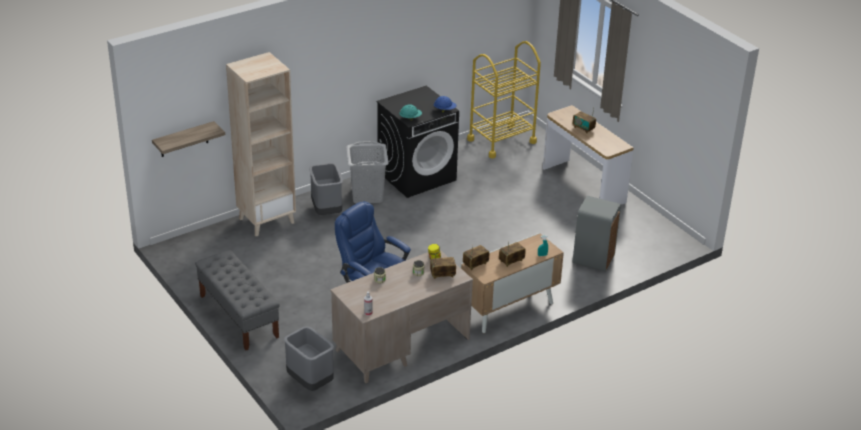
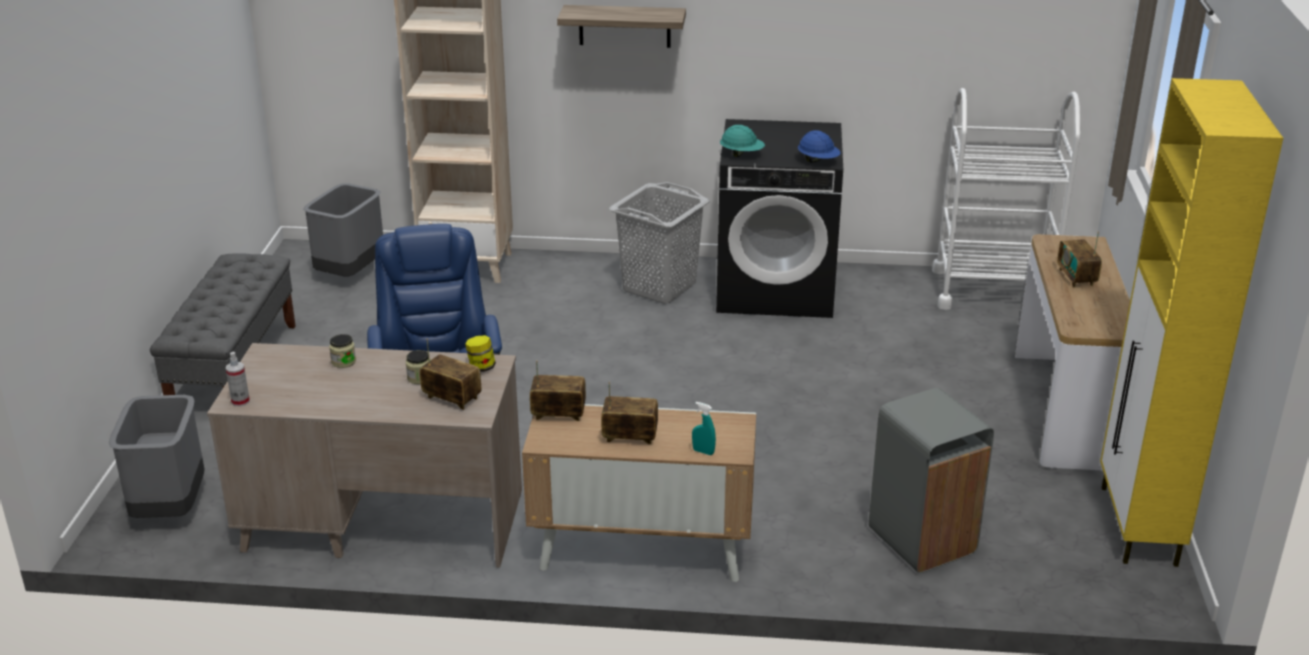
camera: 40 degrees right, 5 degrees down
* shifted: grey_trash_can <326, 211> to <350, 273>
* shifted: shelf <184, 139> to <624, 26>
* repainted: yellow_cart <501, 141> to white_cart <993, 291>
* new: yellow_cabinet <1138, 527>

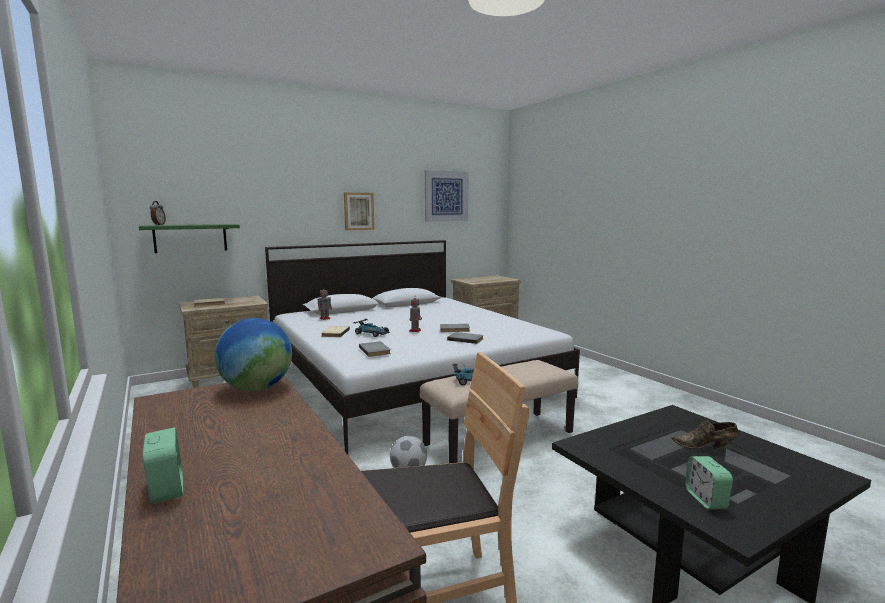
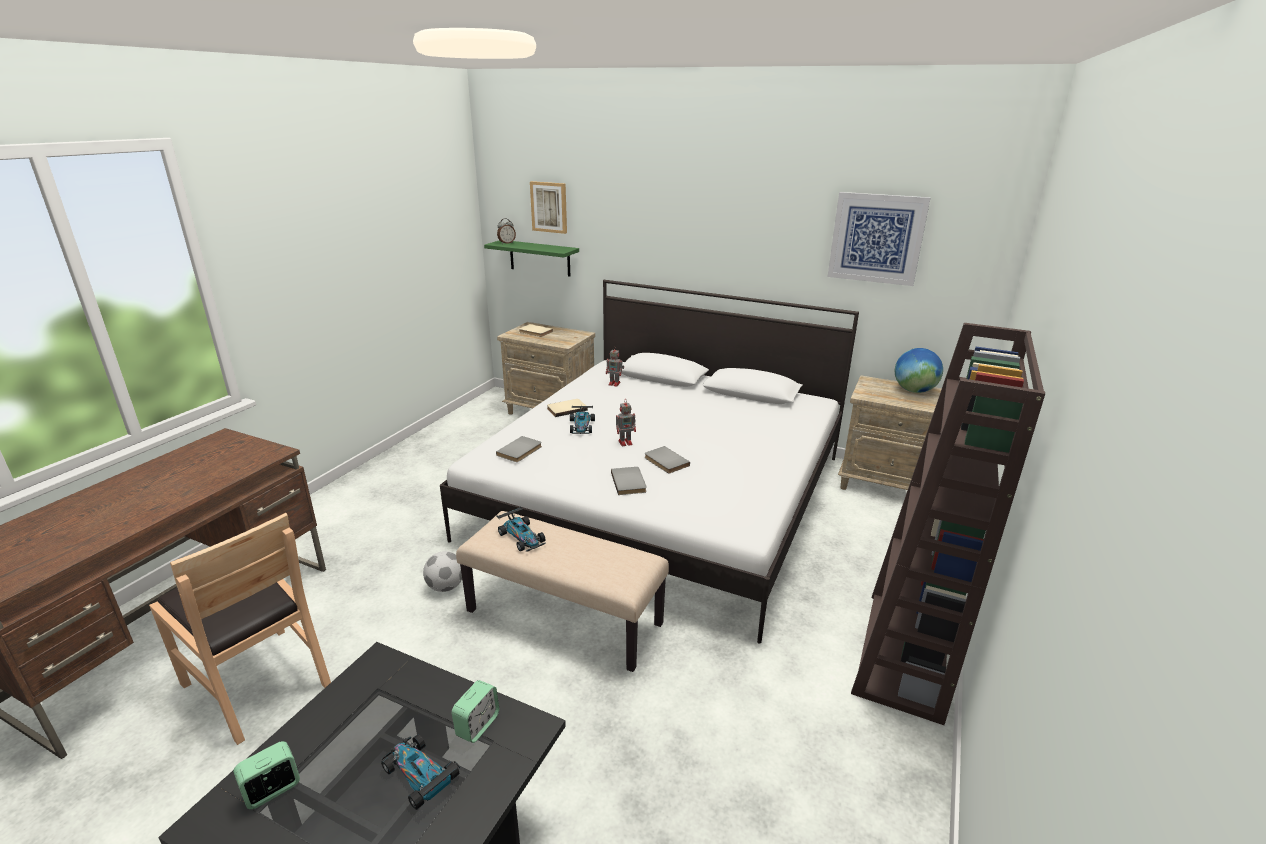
camera: 55 degrees right, 15 degrees up
* swapped: brown_shoe <706, 447> to toy_car <420, 775>
* shifted: alarm_clock <166, 489> to <477, 725>
* shifted: picture <358, 211> to <549, 207>
* new: brown_bookcase <905, 654>
* shifted: globe <257, 388> to <914, 391>

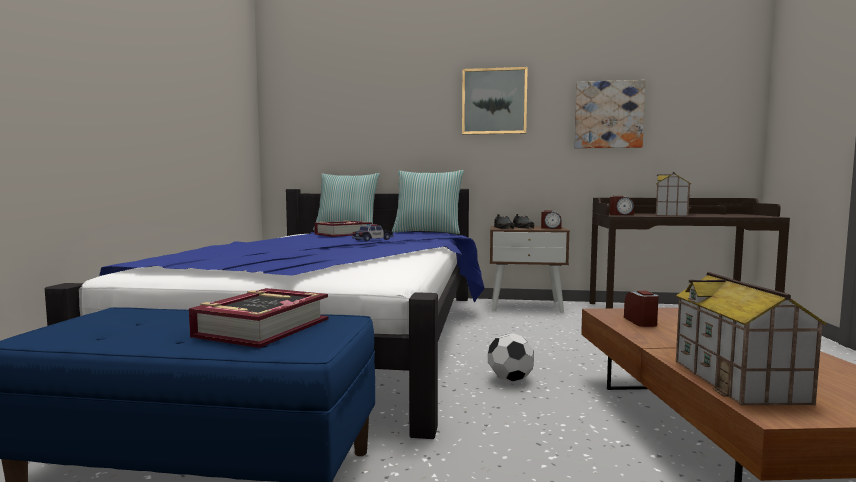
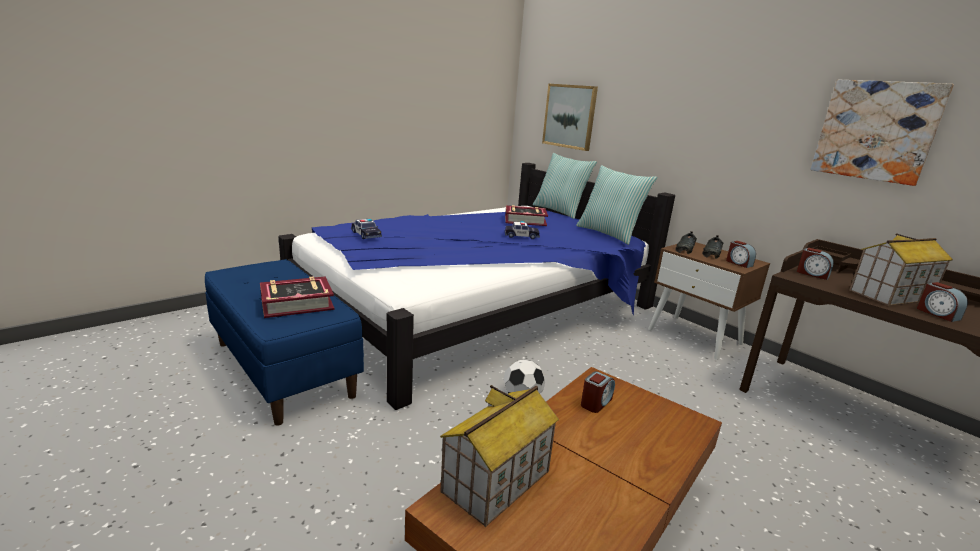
camera: 40 degrees right, 15 degrees up
* new: toy_car <366, 234>
* shifted: picture <494, 101> to <569, 116>
* new: alarm_clock <937, 314>

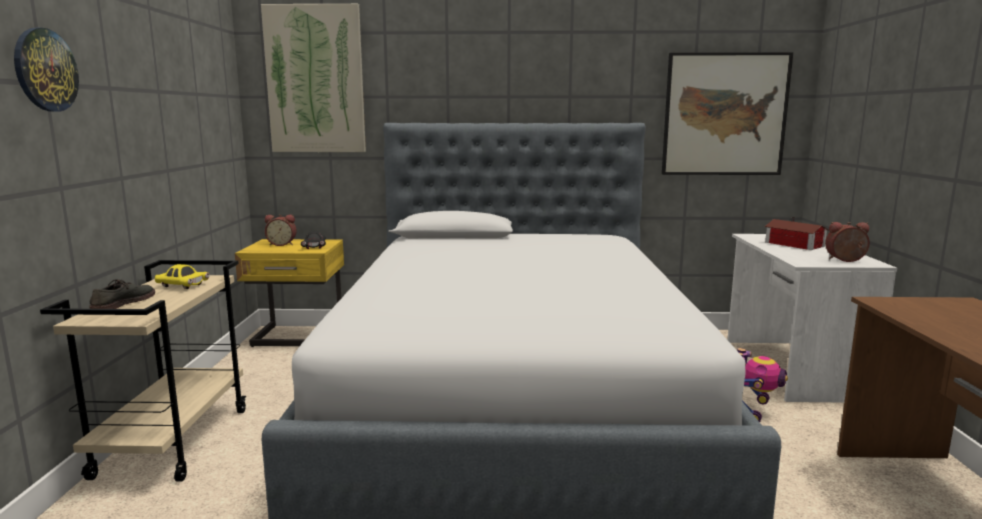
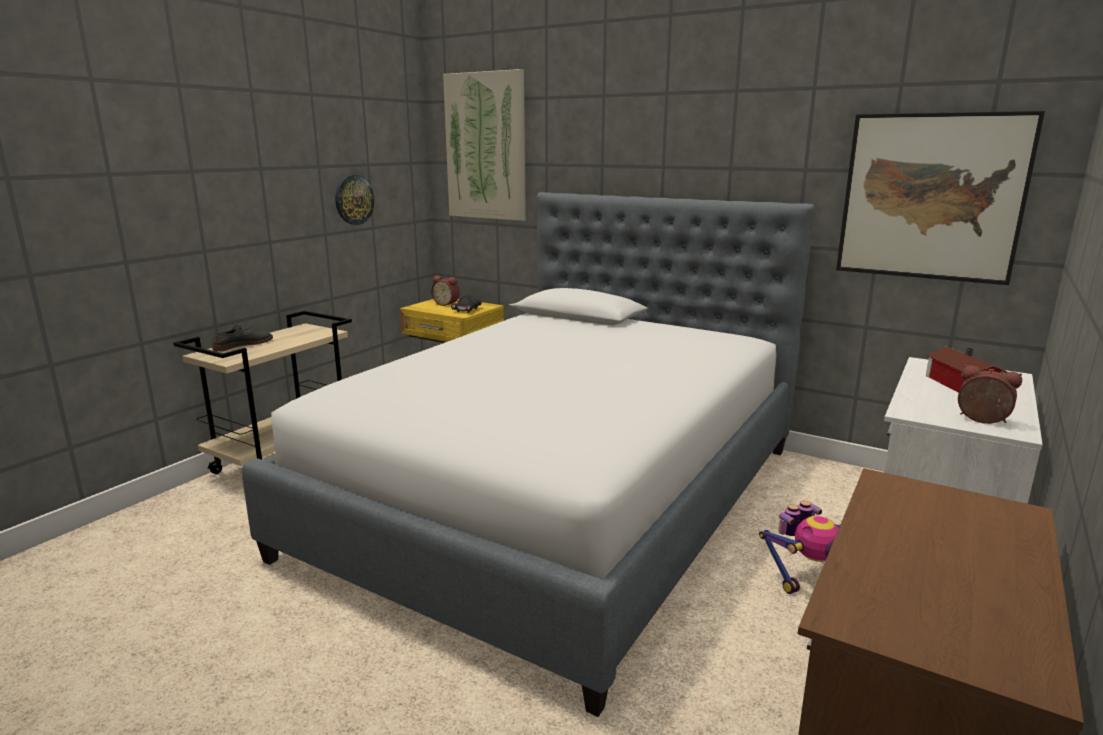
camera: 30 degrees right, 5 degrees up
* shifted: wall_clock <45, 70> to <354, 200>
* gone: yellow_toy_car <182, 286>

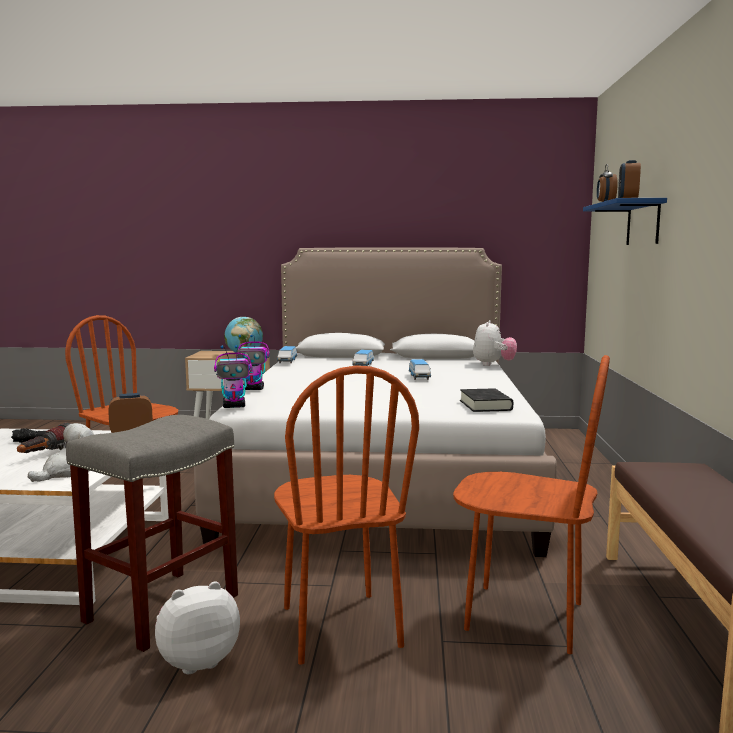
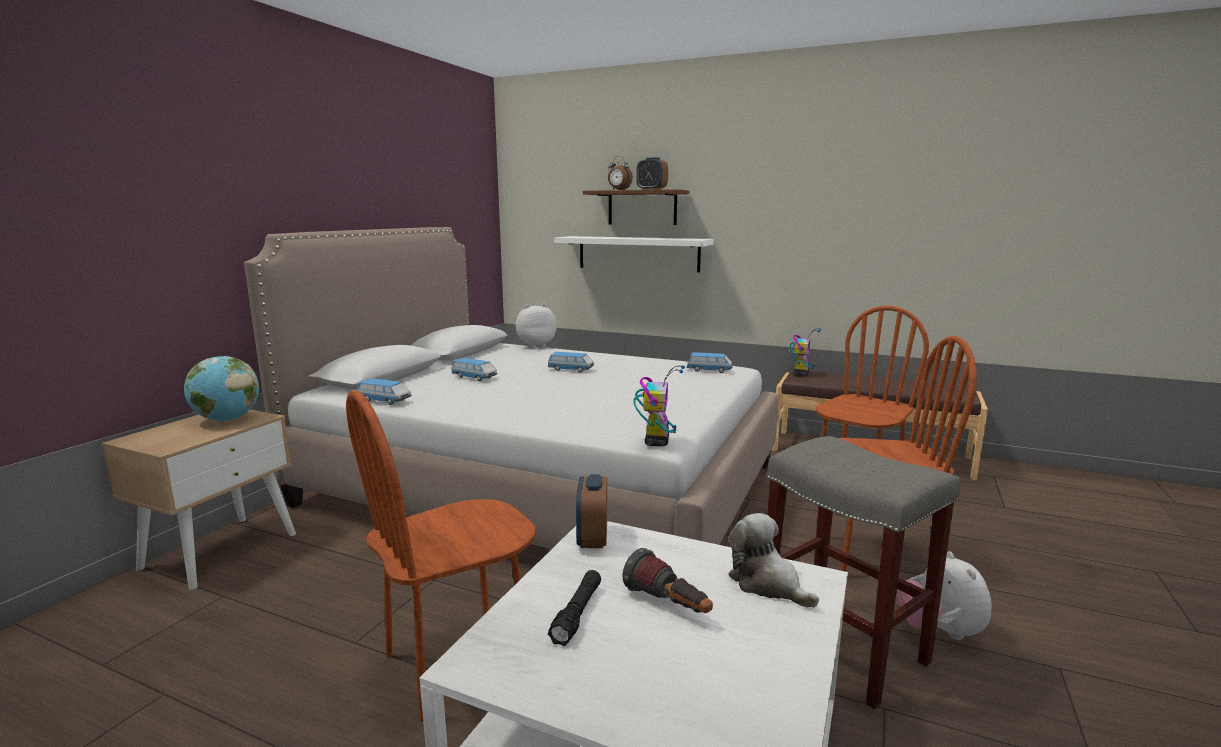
camera: 70 degrees left, 5 degrees up
* rotated: plush_toy <493, 364> = <535, 346> 60 degrees counterclockwise
* new: white_shelf <638, 253>
* repainted: blue_shelf <643, 223> to brown_shelf <642, 207>
* swapped: black_book <485, 405> to toy_car <709, 370>
* shifted: toy_robot <253, 389> to <801, 374>

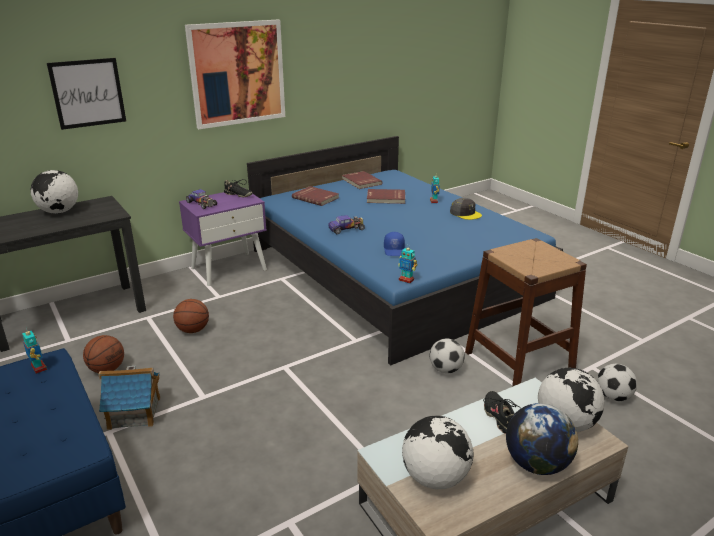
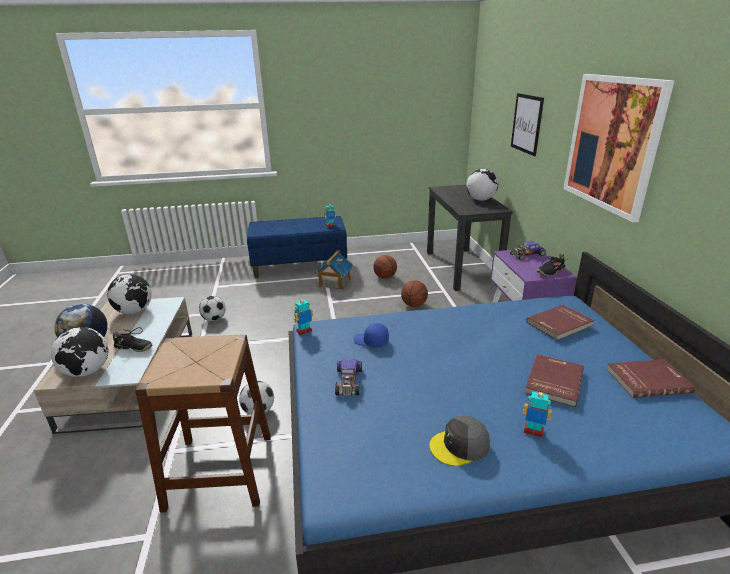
camera: 115 degrees right, 0 degrees up
* shifted: football <613, 397> to <214, 319>
* shifted: toy_car <346, 229> to <348, 381>

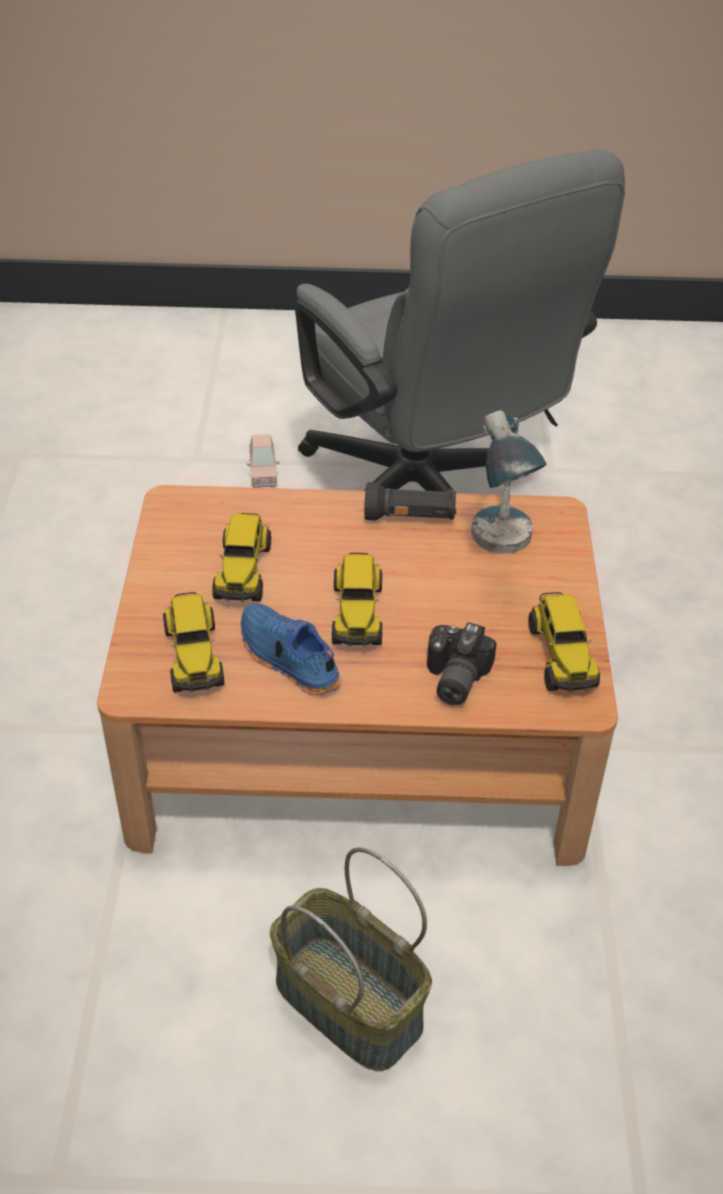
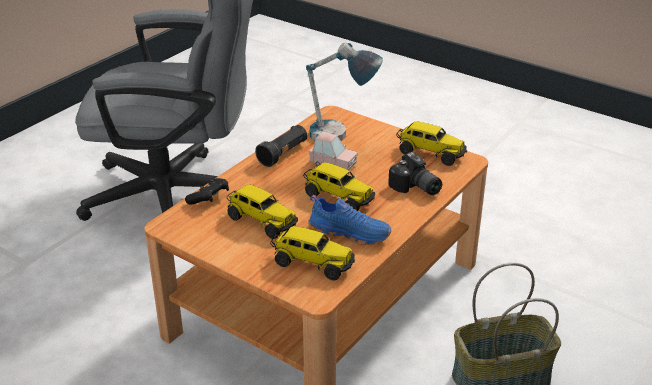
camera: 55 degrees left, 10 degrees down
* new: black_game_controller <209, 199>
* rotated: blue_shoe <287, 660> = <350, 233> 150 degrees counterclockwise
* shifted: pink_toy_car <263, 474> to <333, 164>

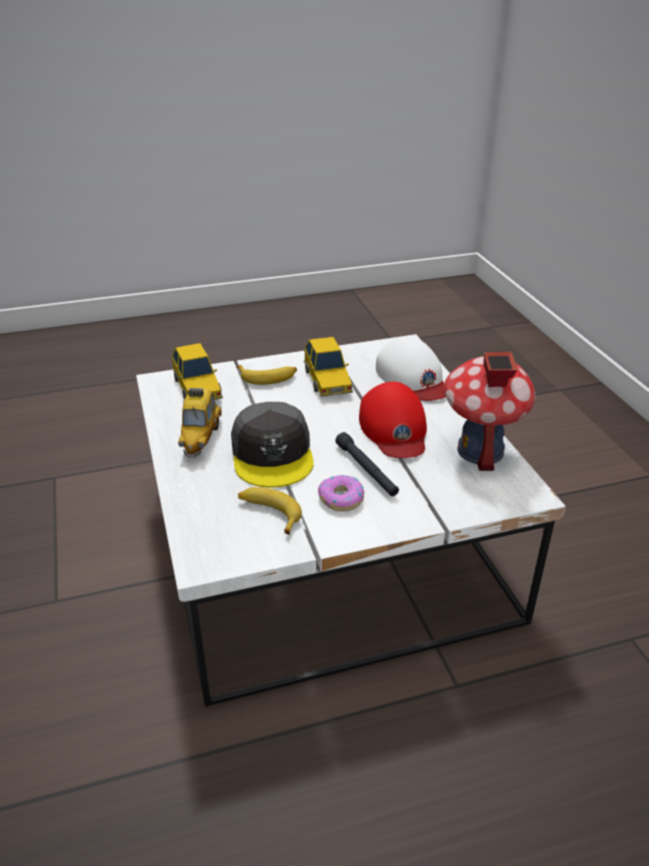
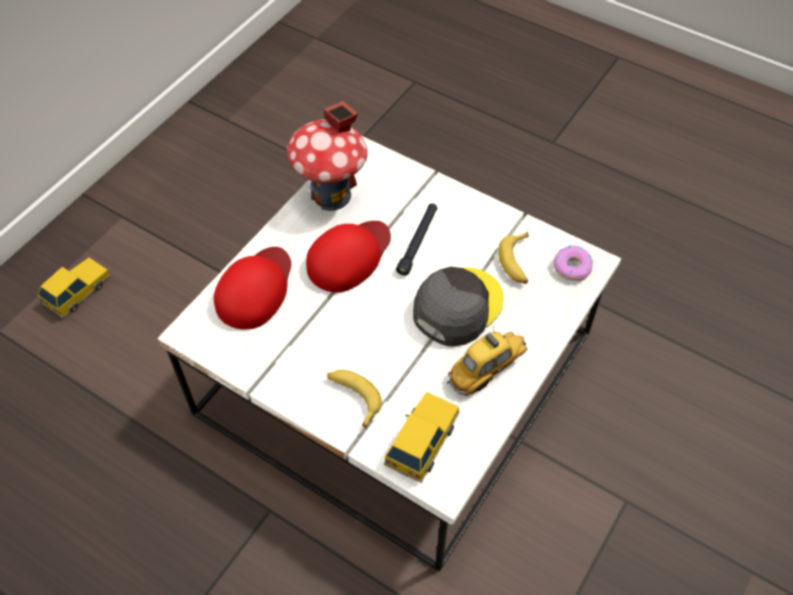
camera: 130 degrees left, 20 degrees up
* shifted: toy_car <328, 380> to <78, 291>
* repainted: white_cap <412, 378> to red_cap <255, 289>
* shifted: donut <341, 498> to <572, 267>

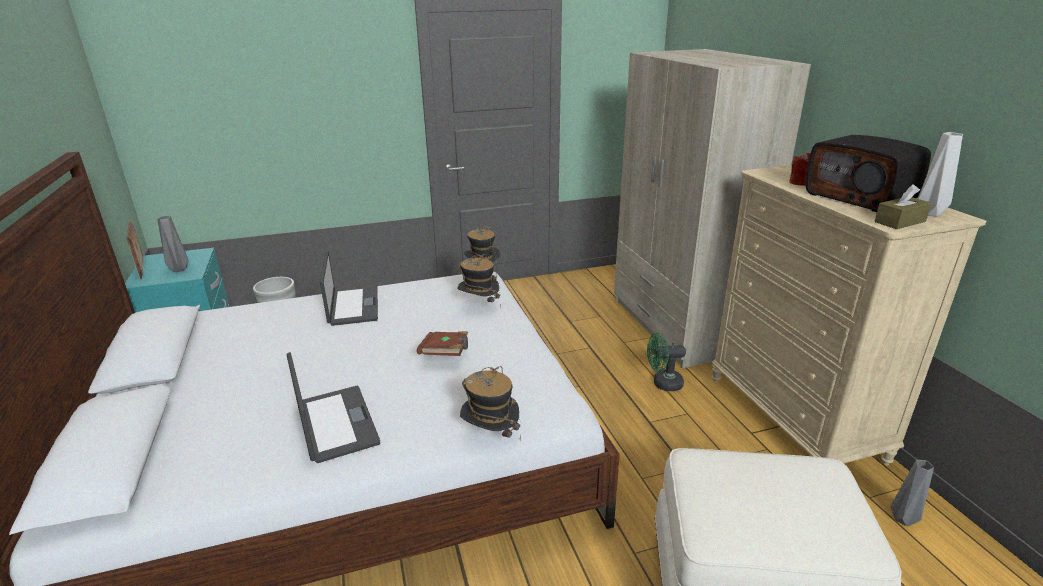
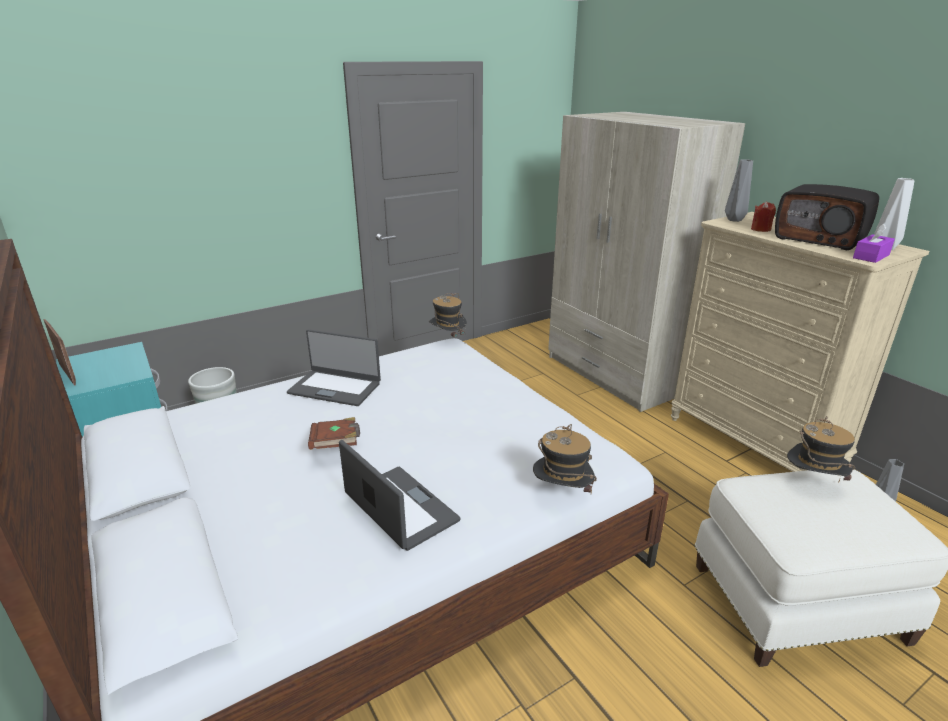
camera: 15 degrees left, 0 degrees up
* rotated: laptop <352, 306> = <335, 387> 135 degrees clockwise
* shifted: brown_book <446, 354> to <336, 445>
* shifted: grey_vase <180, 269> to <734, 219>
* shifted: hat <479, 307> to <812, 485>
* repainted: brown_tissue_box <900, 221> to purple_tissue_box <871, 256>
* gone: green_fan <663, 384>

